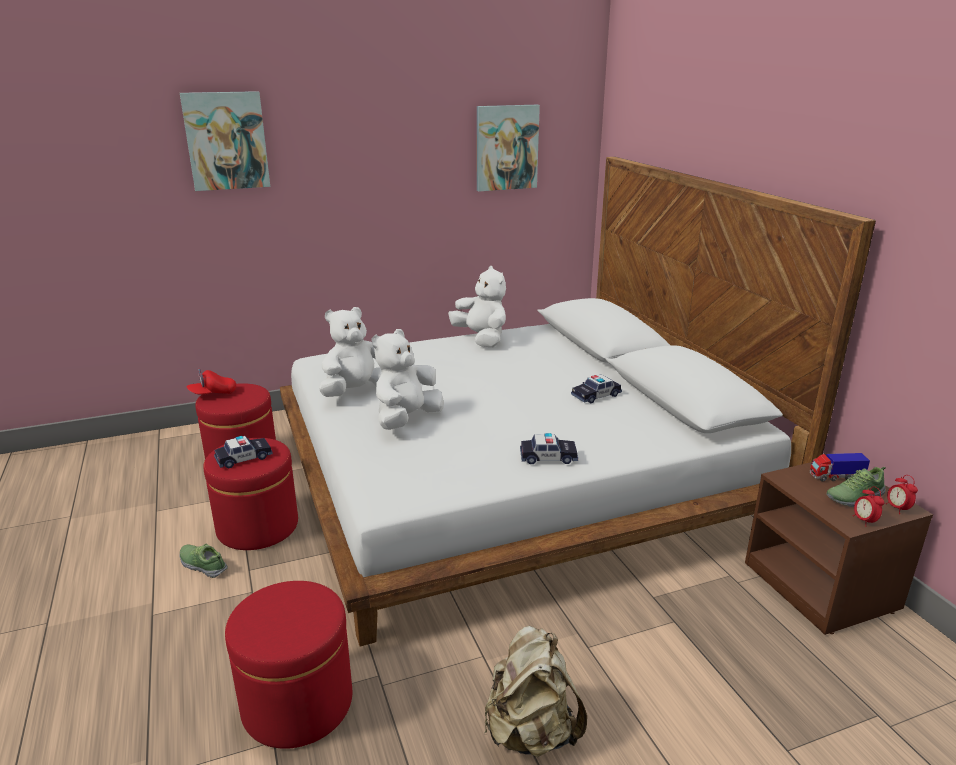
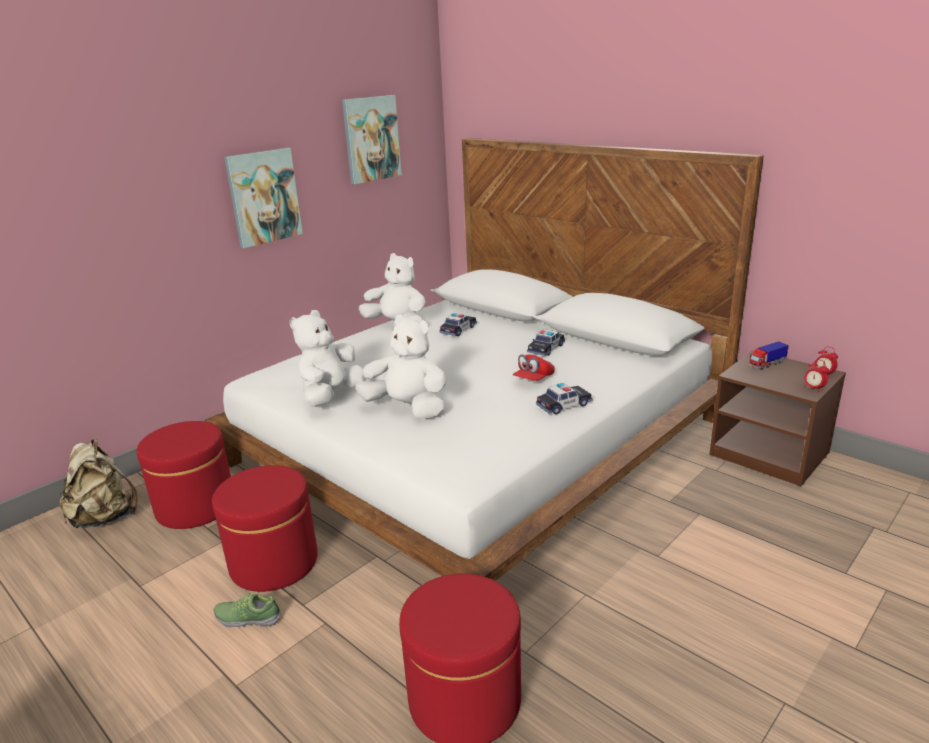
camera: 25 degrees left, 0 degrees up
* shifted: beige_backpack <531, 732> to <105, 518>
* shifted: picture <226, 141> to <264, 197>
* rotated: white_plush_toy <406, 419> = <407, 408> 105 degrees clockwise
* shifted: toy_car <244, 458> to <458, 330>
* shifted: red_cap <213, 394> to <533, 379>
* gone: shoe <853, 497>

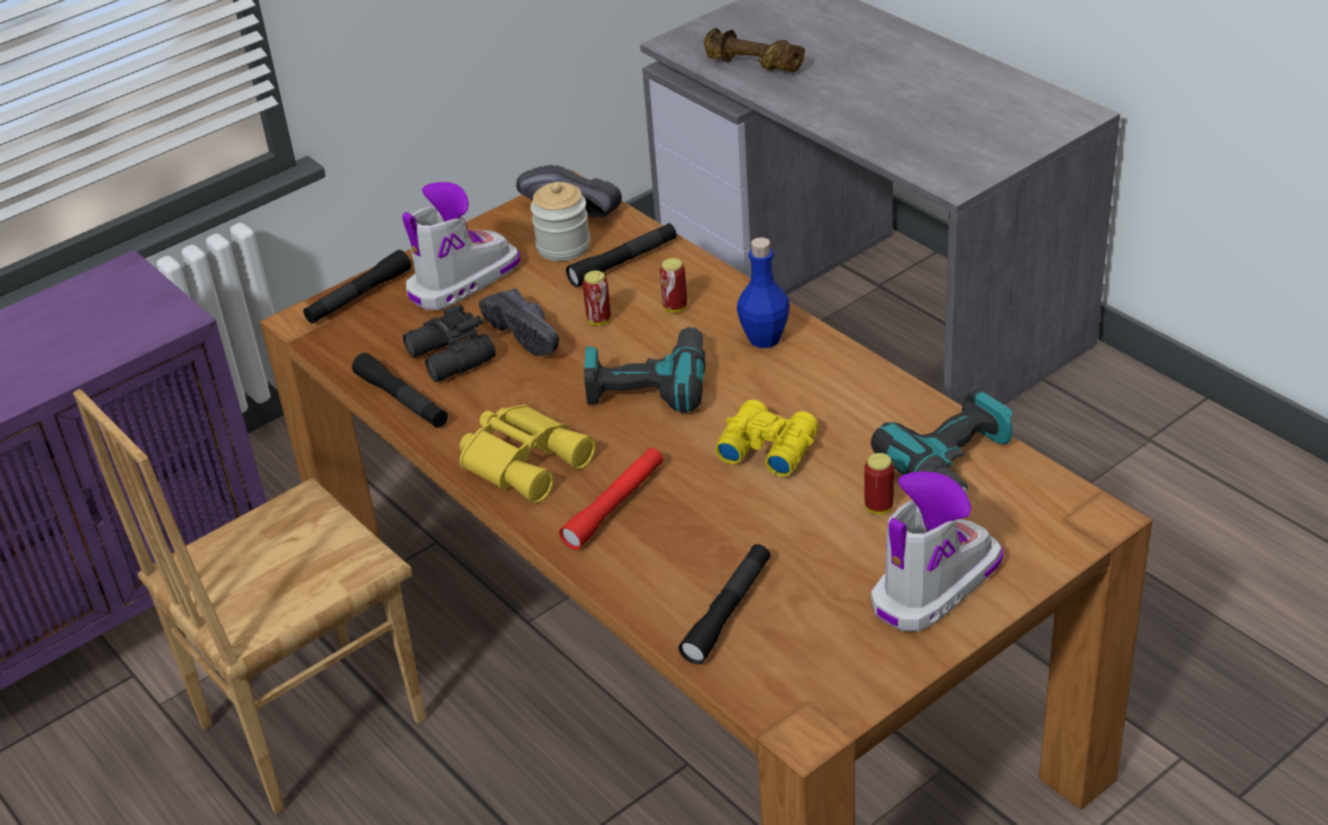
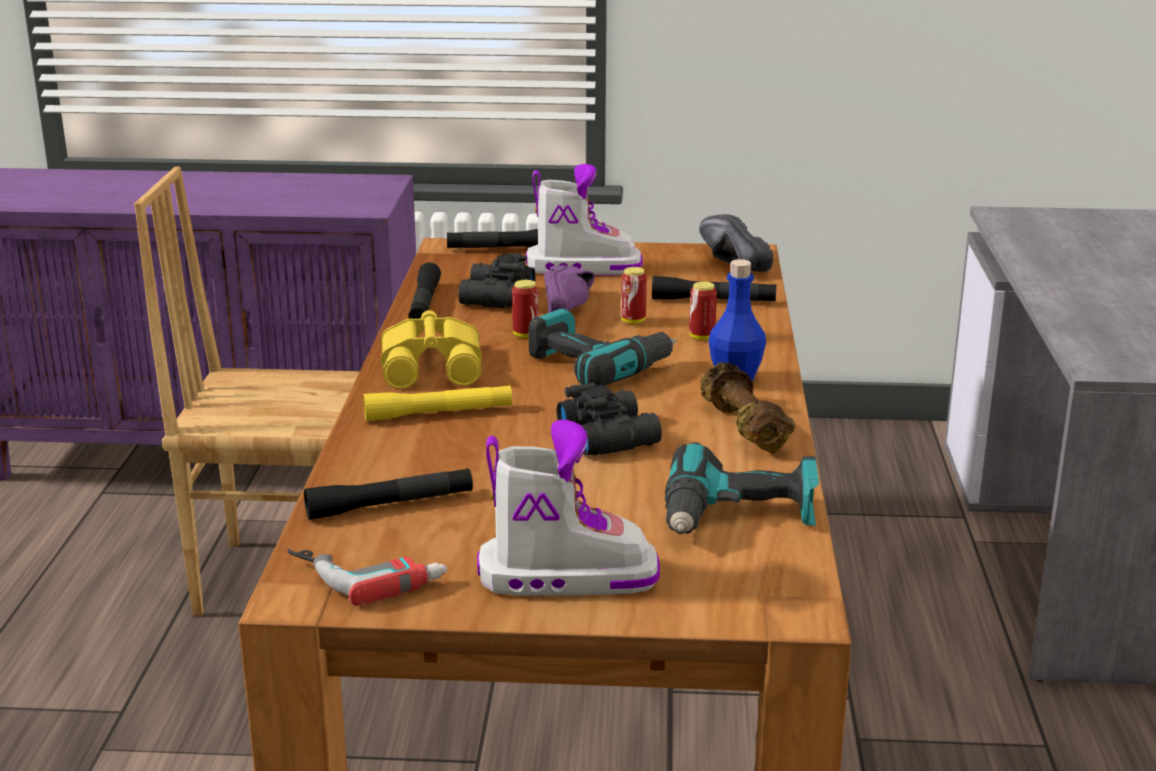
camera: 40 degrees right, 15 degrees down
* new: power_drill <368, 572>
* repainted: red_flashlight <614, 506> to yellow_flashlight <438, 414>
* shifted: can <879, 507> to <525, 335>
* repainted: black_shoe <529, 334> to purple_shoe <571, 308>
* repainted: yellow_binoculars <766, 447> to black_binoculars <609, 436>
* shifted: brown_dumbbell <752, 66> to <743, 428>
* gone: jar <563, 247>

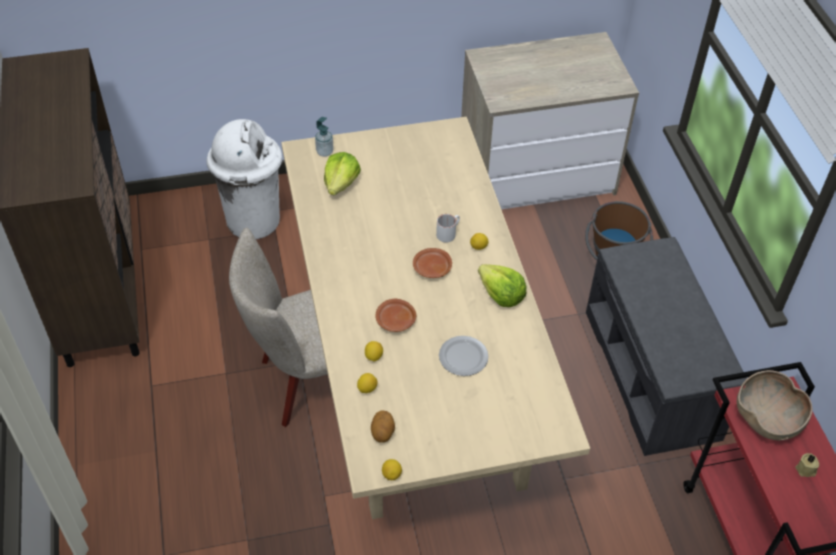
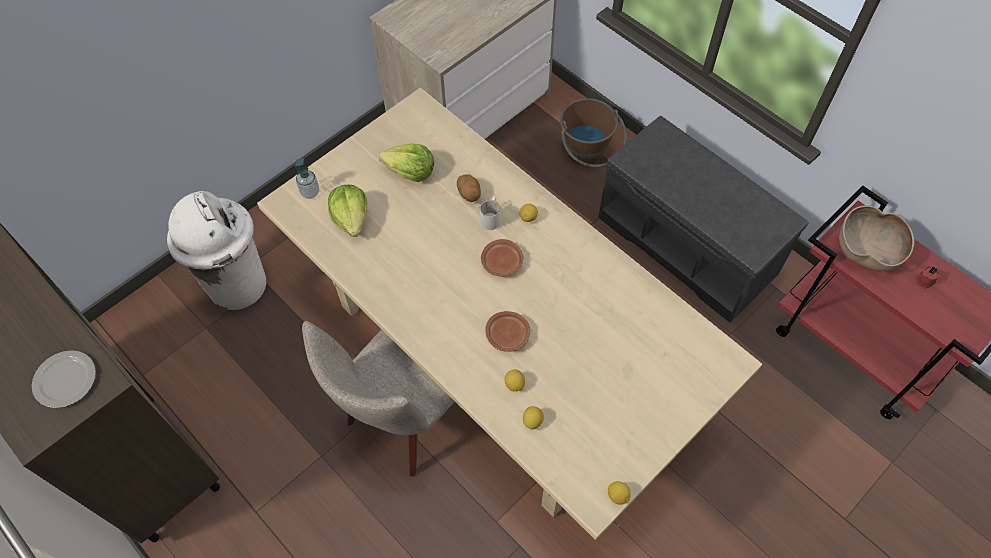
camera: 30 degrees left, 10 degrees up
* shifted: plate <464, 357> to <66, 379>
* shifted: lettuce <501, 295> to <410, 172>
* shifted: potato <383, 432> to <469, 194>
* repainted: beige_candle <806, 470> to red_candle <925, 281>

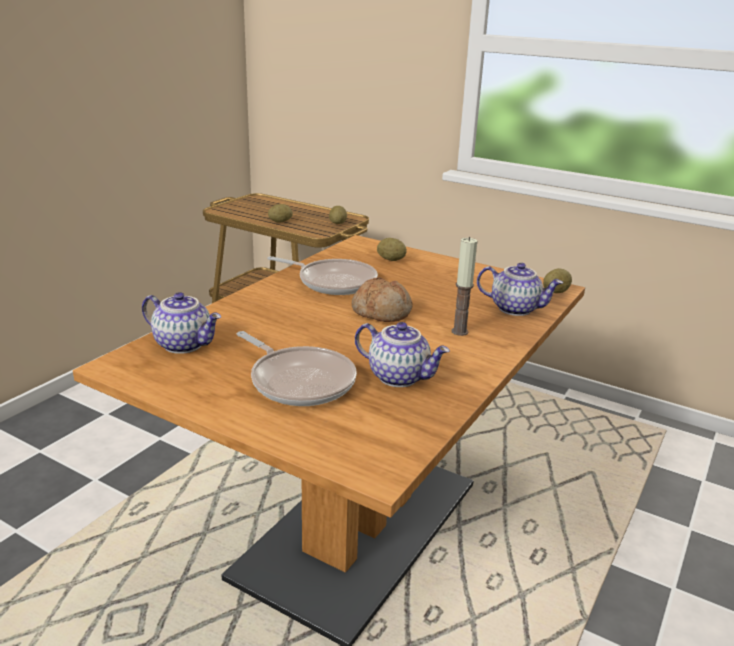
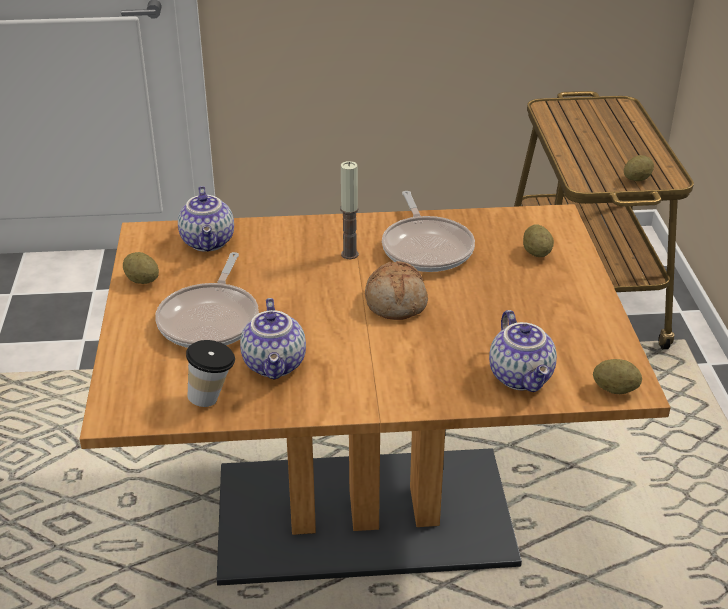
camera: 55 degrees right, 10 degrees up
* shifted: potato <280, 222> to <142, 280>
* new: cup <213, 398>
* shifted: candle <459, 331> to <349, 254>

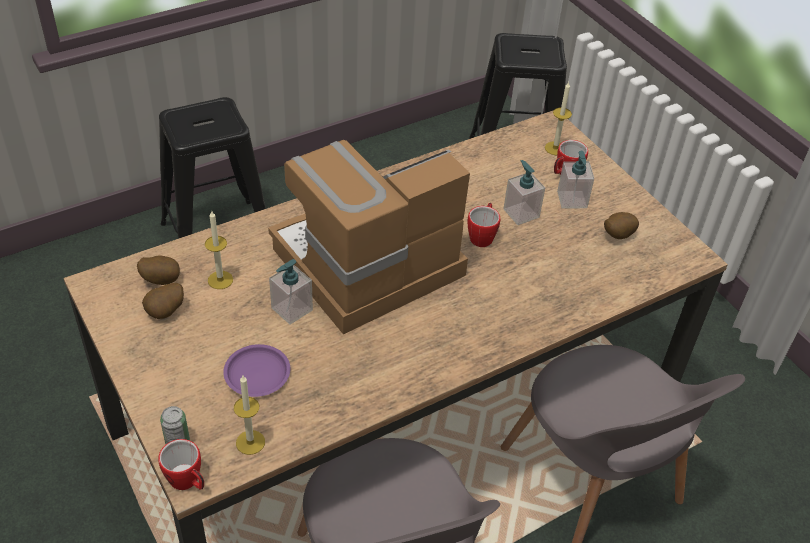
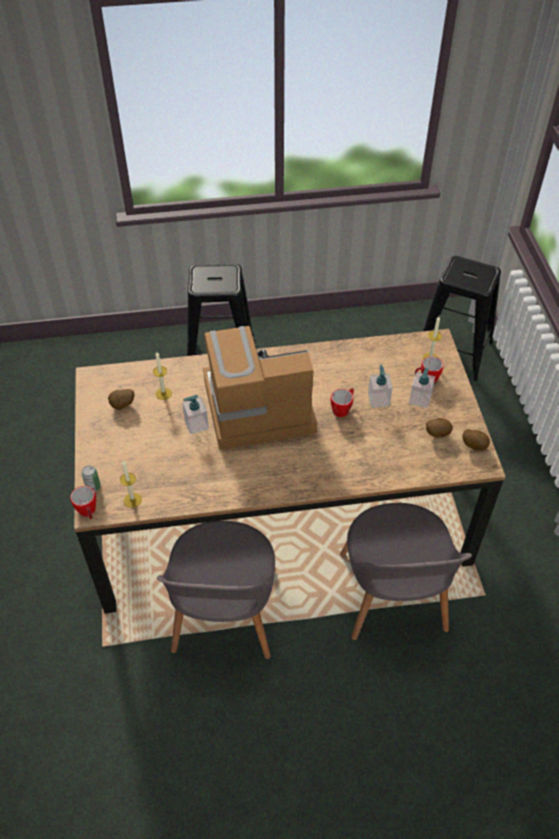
camera: 25 degrees right, 5 degrees up
* shifted: potato <161, 280> to <474, 445>
* gone: purple_plate <256, 374>

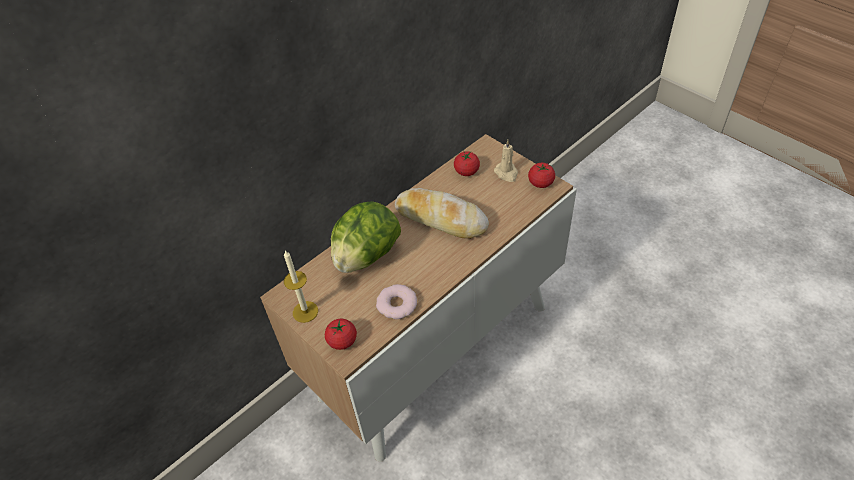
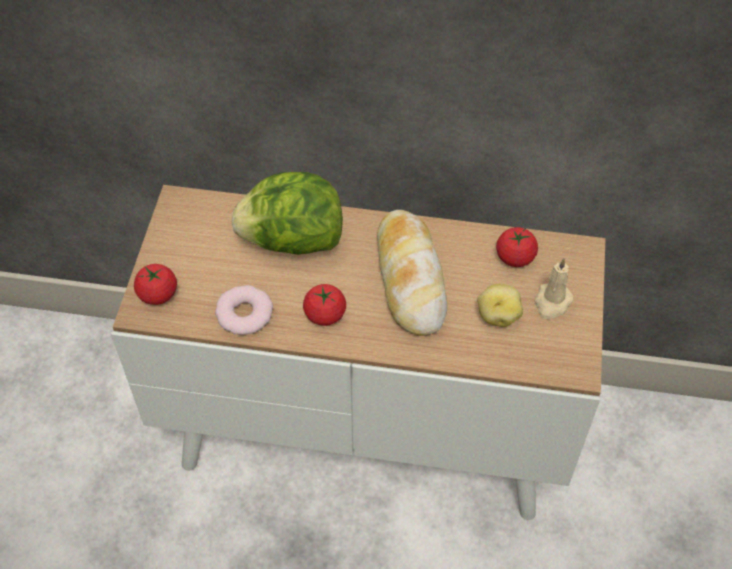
camera: 50 degrees right, 5 degrees up
* shifted: tomato <540, 183> to <325, 315>
* new: potato <498, 315>
* gone: candle <305, 311>

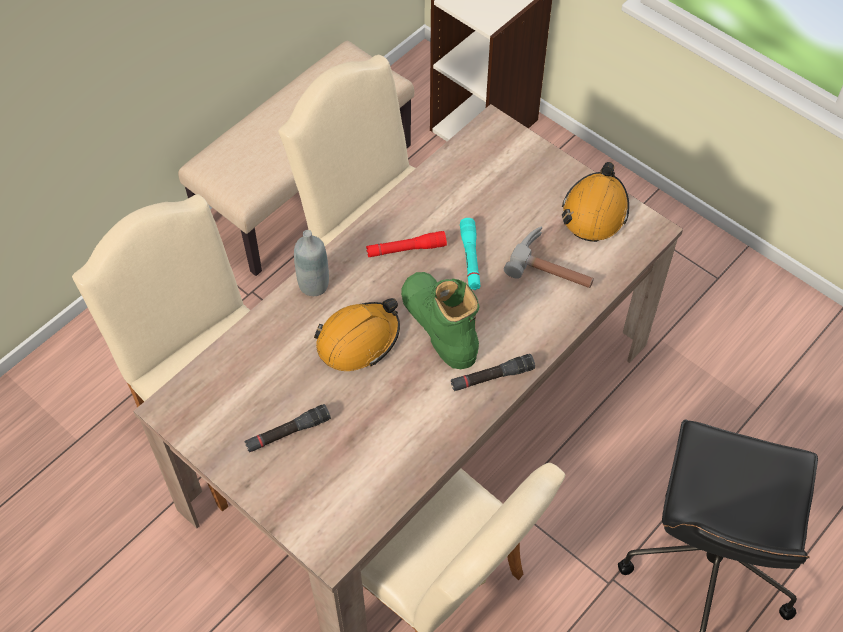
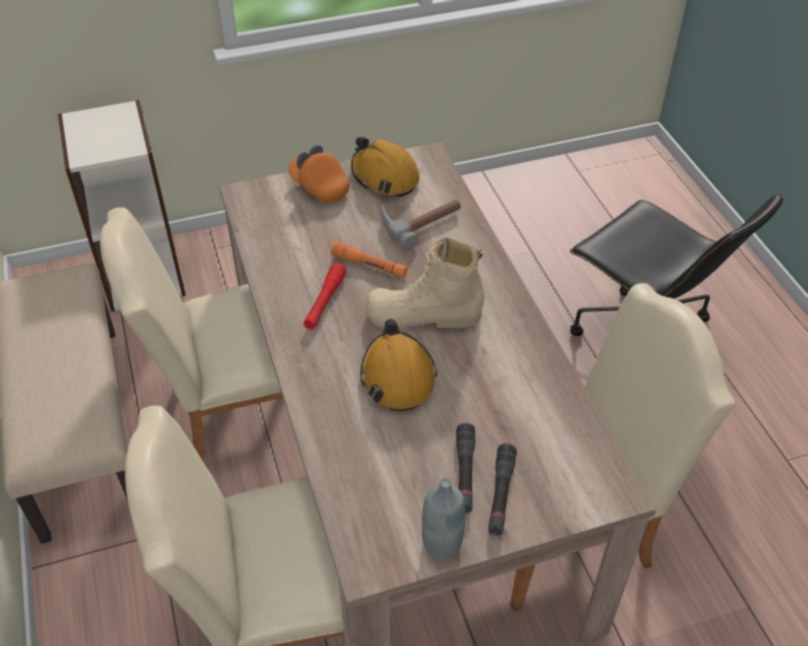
camera: 60 degrees left, 10 degrees down
* new: orange_cap <319, 187>
* repainted: turquoise_flashlight <470, 258> to orange_flashlight <369, 266>
* repainted: green_boot <439, 325> to beige_boot <424, 315>
* shifted: grey_bottle <314, 285> to <442, 544>
* shifted: black_flashlight <492, 377> to <500, 494>

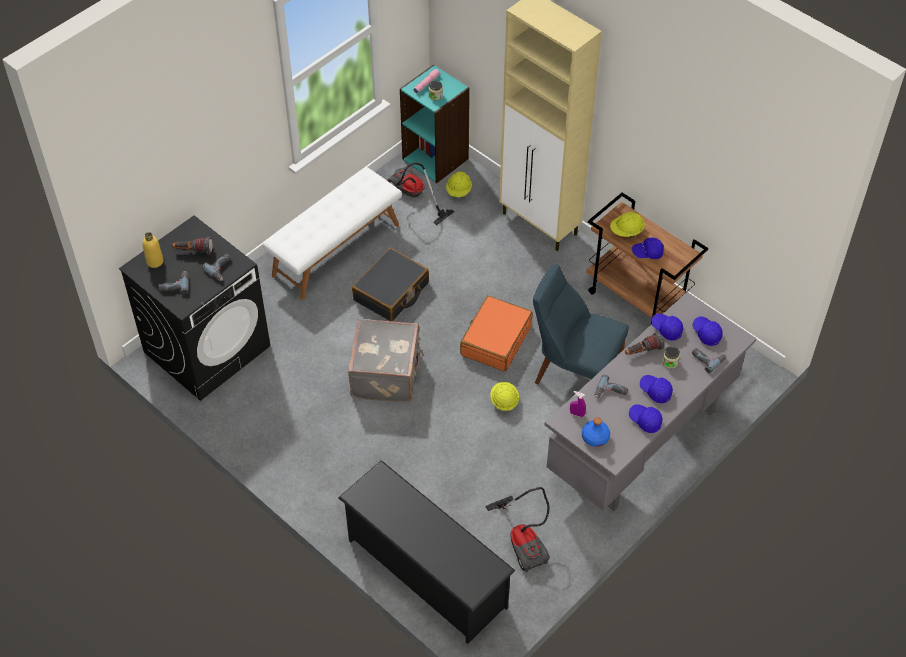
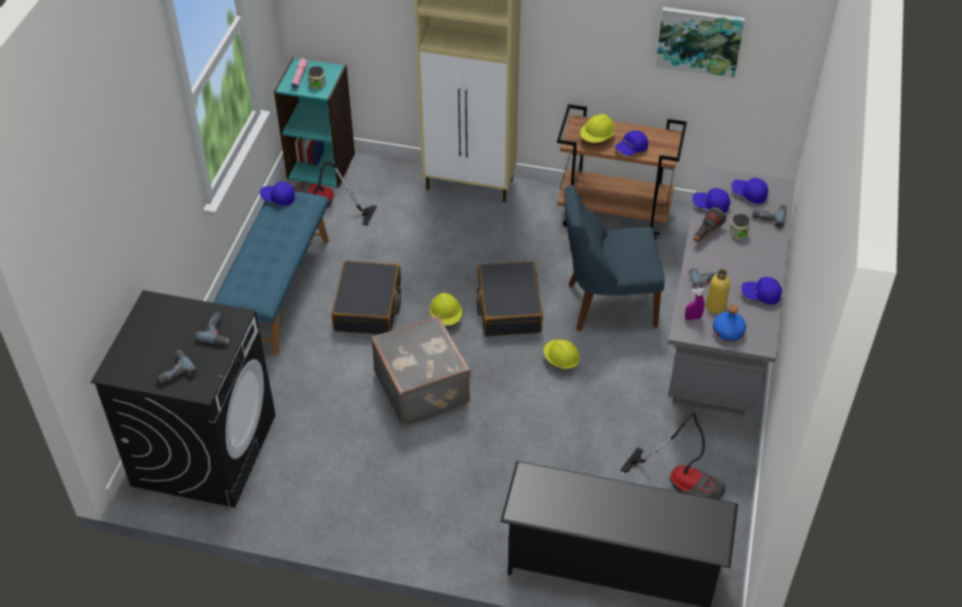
camera: 30 degrees left, 5 degrees down
* repainted: white_bench <335, 249> to blue_bench <278, 290>
* shifted: blue_cap <655, 391> to <278, 198>
* shifted: yellow_hard_hat <459, 191> to <446, 317>
* repainted: orange_suitcase <495, 340> to black_suitcase <508, 307>
* new: picture <699, 40>
* shifted: yellow_bottle <155, 261> to <715, 306>
* gone: flashlight <193, 251>

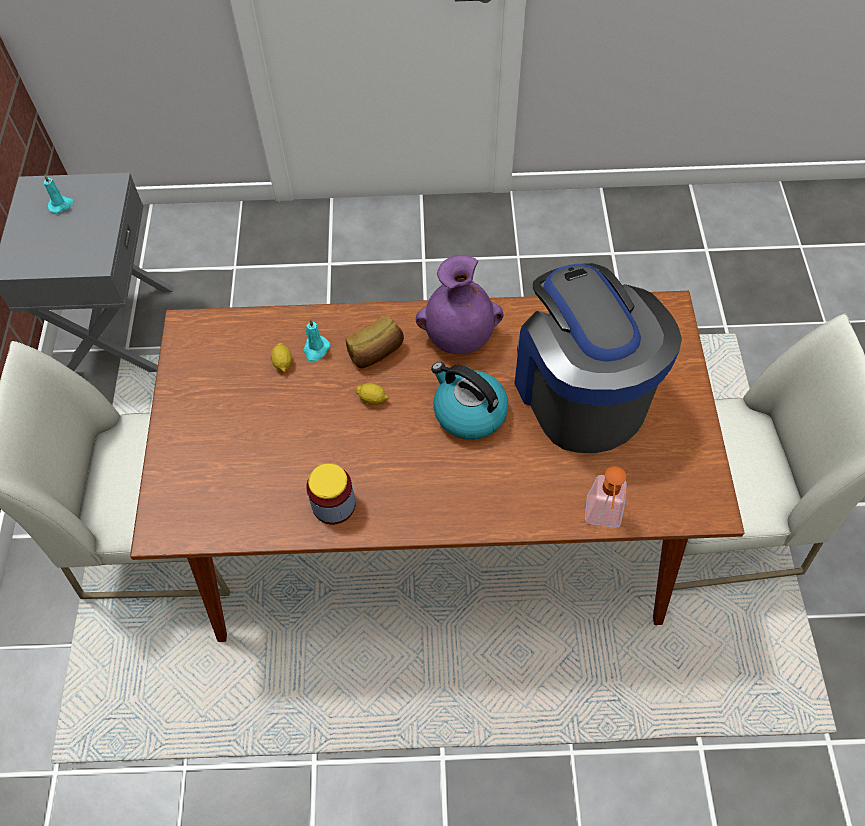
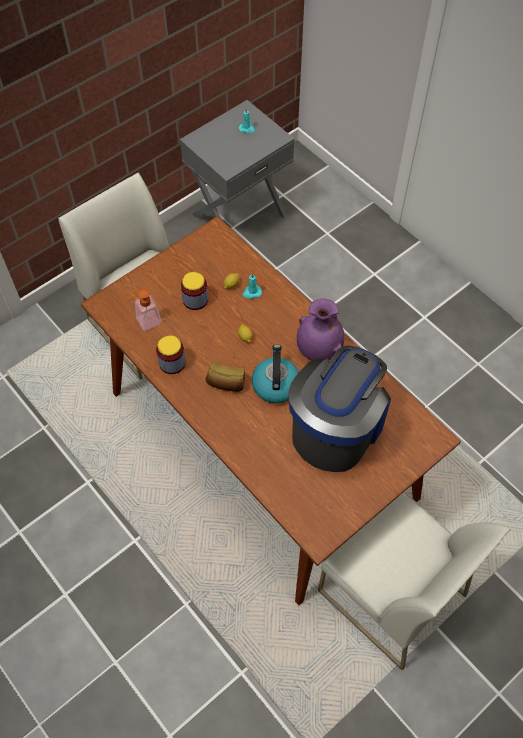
camera: 50 degrees right, 0 degrees up
* shifted: soap_dispenser <602, 518> to <144, 322>
* new: jar <195, 300>
* shifted: bread <376, 352> to <226, 383>

